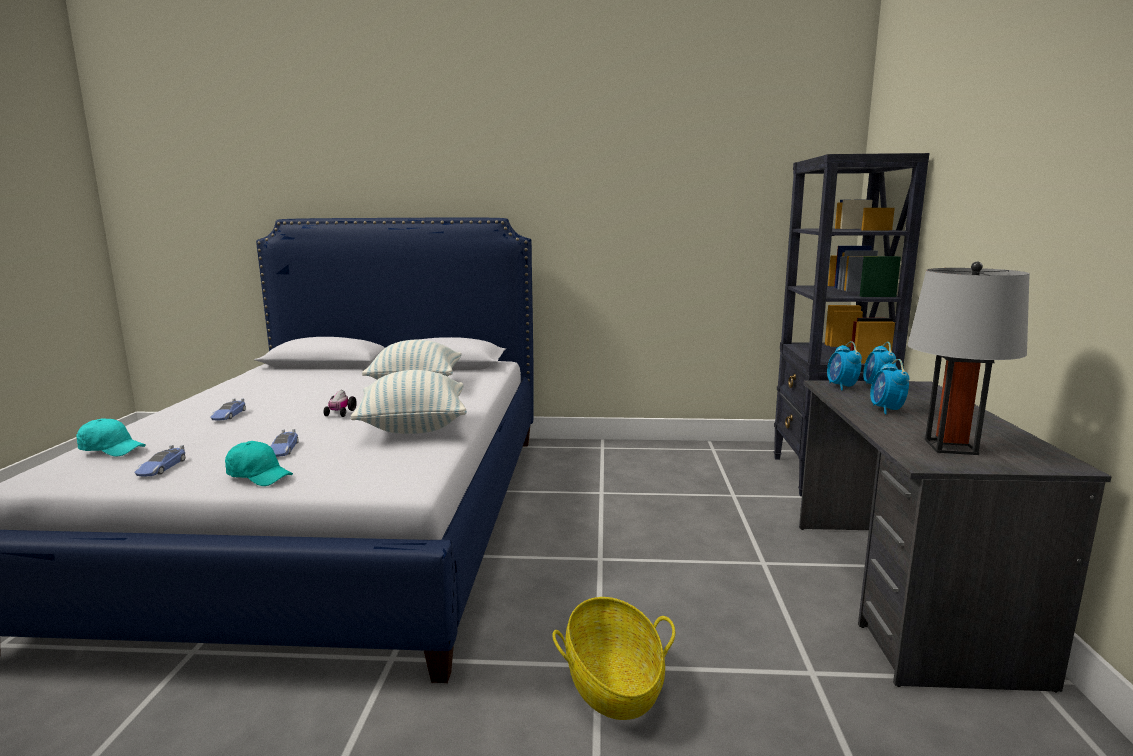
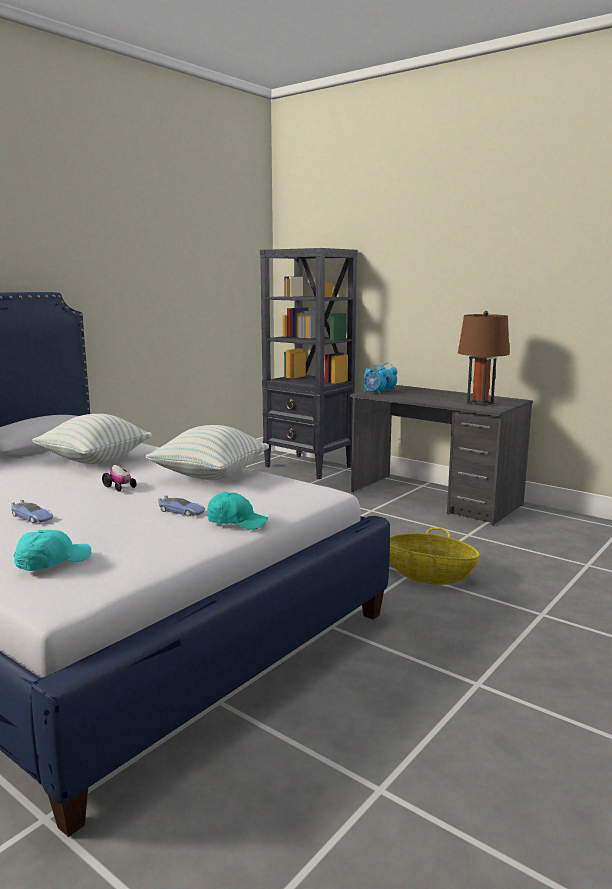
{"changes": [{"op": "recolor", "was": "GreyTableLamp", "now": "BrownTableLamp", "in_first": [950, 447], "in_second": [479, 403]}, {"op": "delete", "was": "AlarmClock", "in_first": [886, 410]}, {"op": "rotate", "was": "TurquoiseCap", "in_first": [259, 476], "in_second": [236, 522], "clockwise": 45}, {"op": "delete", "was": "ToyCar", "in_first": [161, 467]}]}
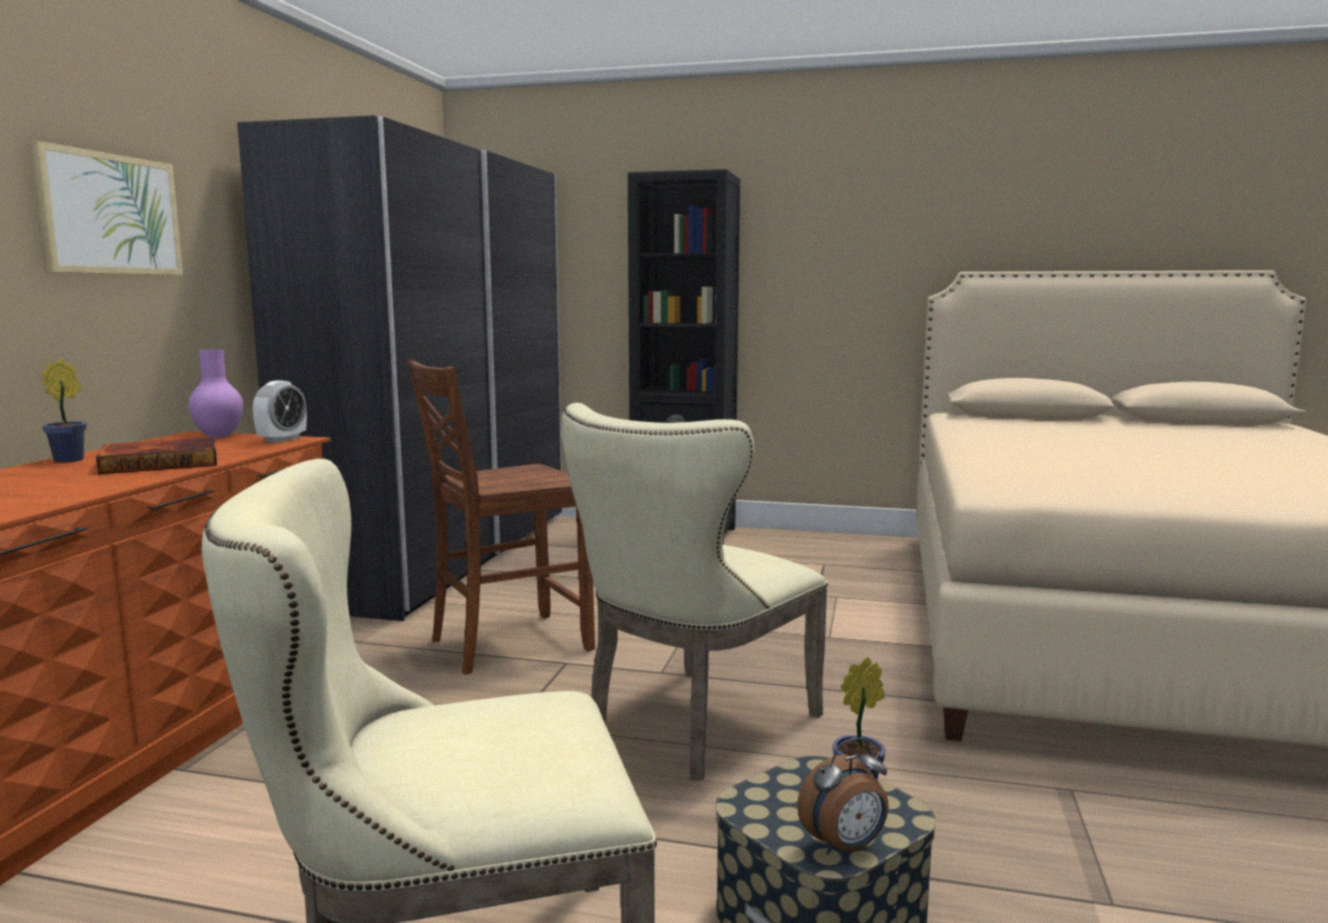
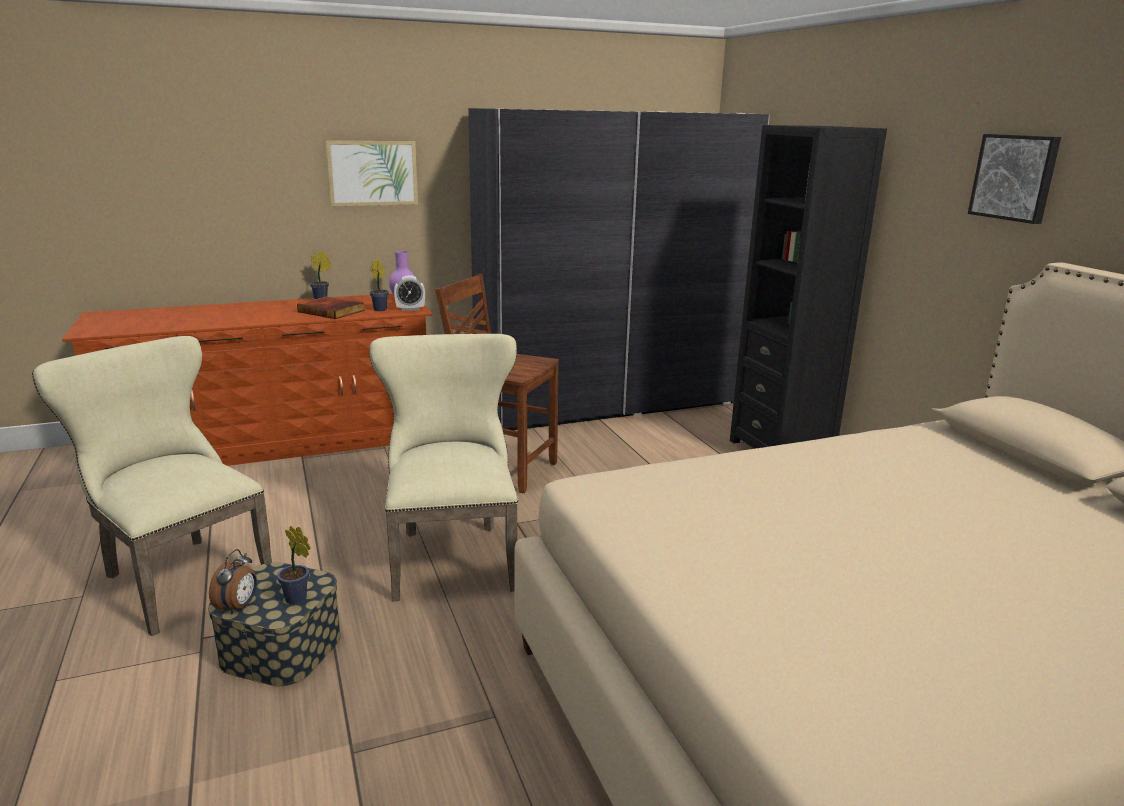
{"changes": [{"op": "rotate", "was": "BeigeChair", "in_first": [692, 728], "in_second": [451, 555], "clockwise": 75}, {"op": "rotate", "was": "AlarmClock", "in_first": [845, 846], "in_second": [238, 607], "clockwise": -105}, {"op": "insert", "now": "Picture", "in_second": [1015, 177]}, {"op": "insert", "now": "PottedPlant", "in_second": [381, 309]}]}
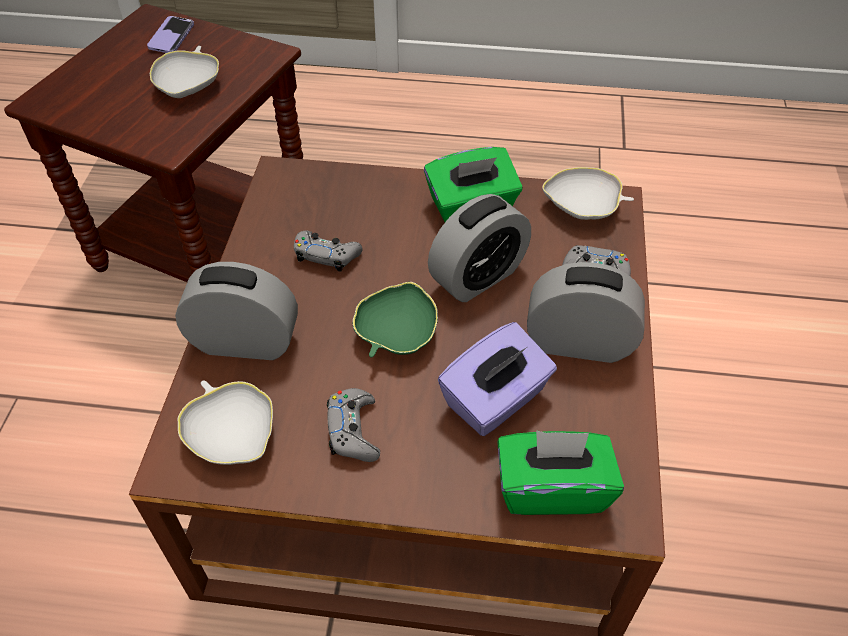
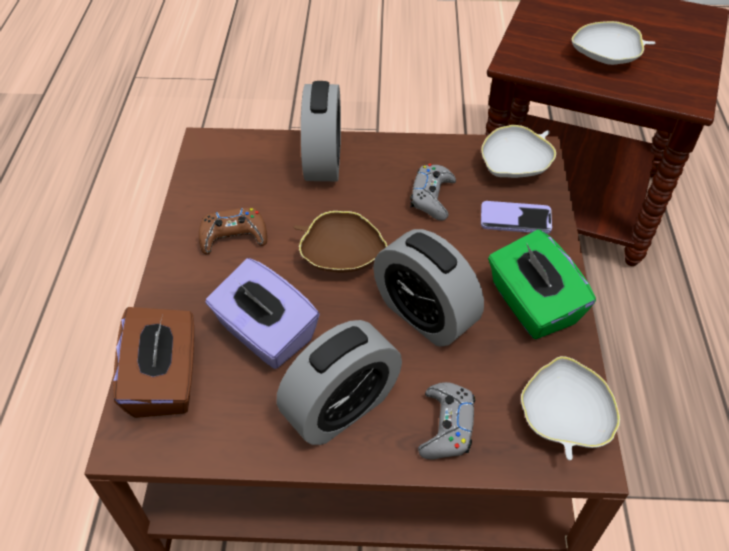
{"changes": [{"op": "move", "was": "Phone", "in_first": [171, 36], "in_second": [515, 219]}, {"op": "rotate", "was": "AlarmClock", "in_first": [579, 343], "in_second": [341, 407], "clockwise": 45}, {"op": "recolor", "was": "GreenBowl", "now": "BrownBowl", "in_first": [396, 334], "in_second": [340, 255]}, {"op": "move", "was": "WhiteBowl", "in_first": [232, 435], "in_second": [515, 166]}, {"op": "recolor", "was": "GreyGameController", "now": "BrownGameController", "in_first": [353, 431], "in_second": [233, 237]}, {"op": "recolor", "was": "GreenTissueBox", "now": "BrownTissueBox", "in_first": [552, 488], "in_second": [165, 380]}]}
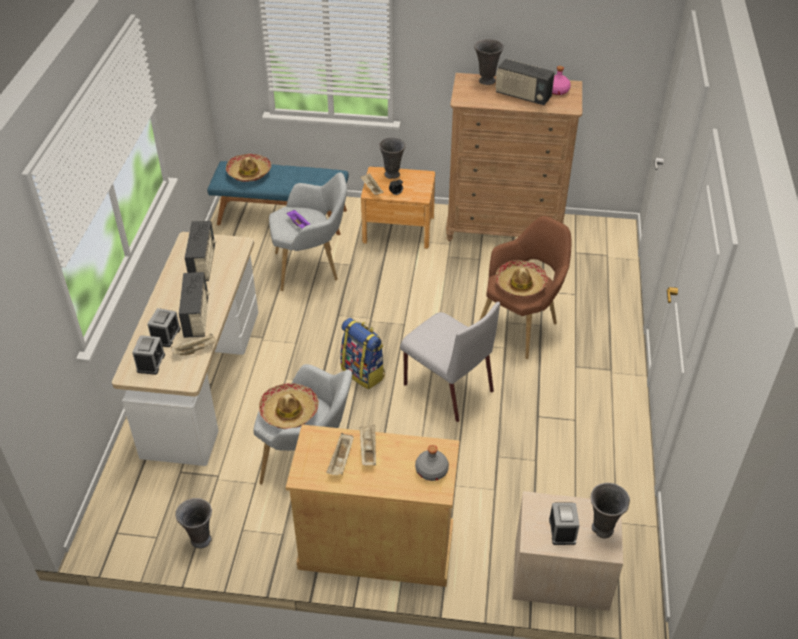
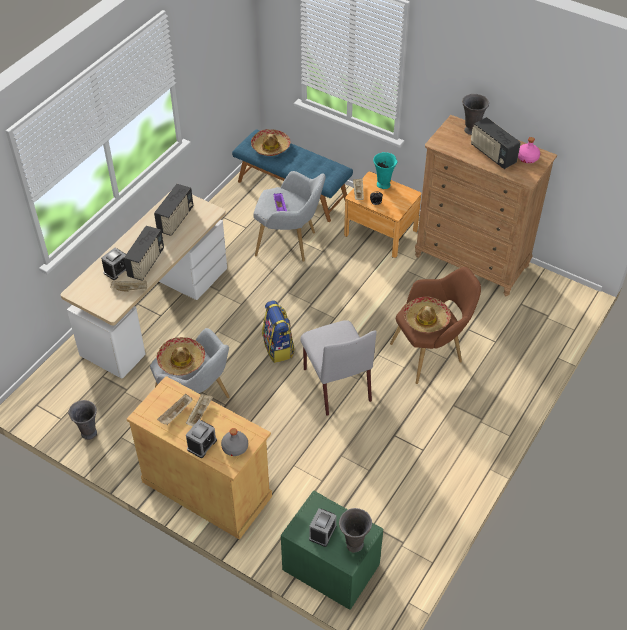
{"changes": [{"op": "recolor", "was": "GreyVase", "now": "TurquoiseVase", "in_first": [392, 175], "in_second": [383, 185]}, {"op": "move", "was": "AlarmClock", "in_first": [151, 363], "in_second": [202, 445]}, {"op": "recolor", "was": "BeigeNightstand", "now": "GreenNightstand", "in_first": [560, 574], "in_second": [330, 566]}]}
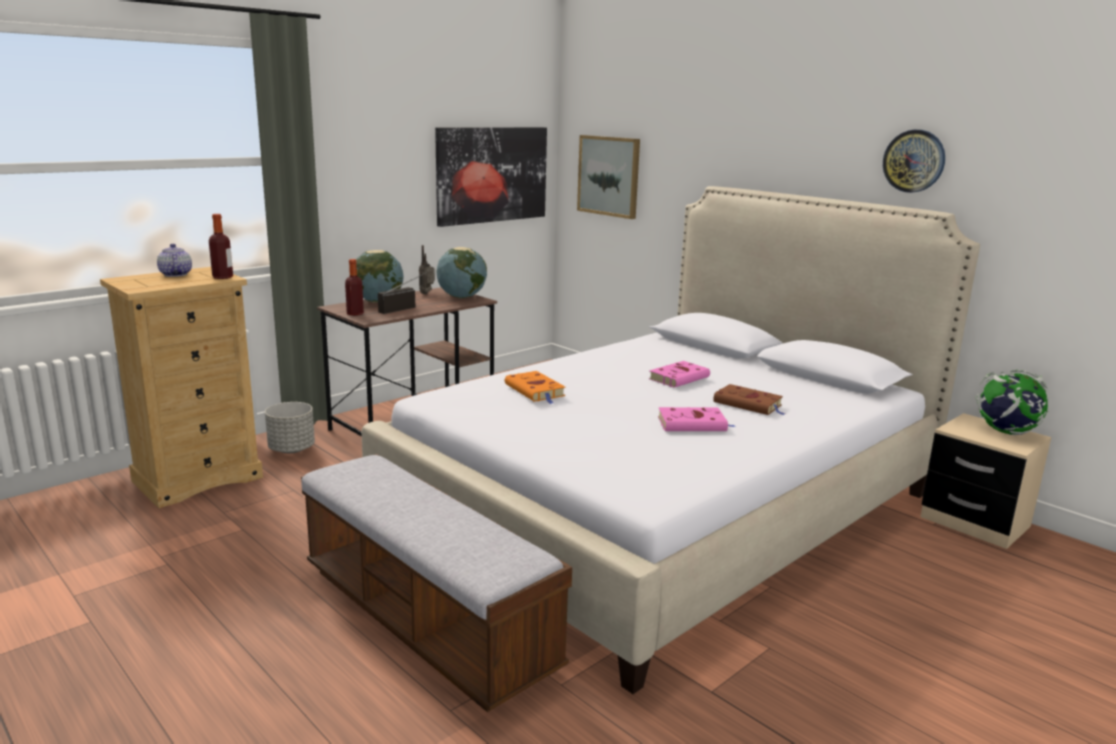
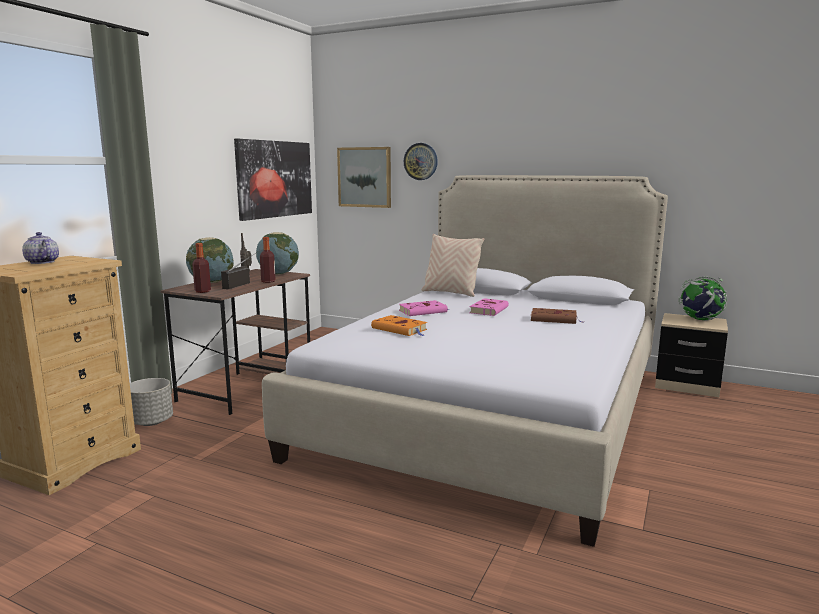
{"changes": [{"op": "move", "was": "WallClock", "in_first": [914, 161], "in_second": [420, 161]}, {"op": "move", "was": "Bottle", "in_first": [222, 277], "in_second": [268, 281]}, {"op": "move", "was": "PinkBook", "in_first": [693, 424], "in_second": [424, 311]}, {"op": "delete", "was": "Bench", "in_first": [426, 619]}, {"op": "insert", "now": "BeigePillow", "in_second": [450, 293]}]}
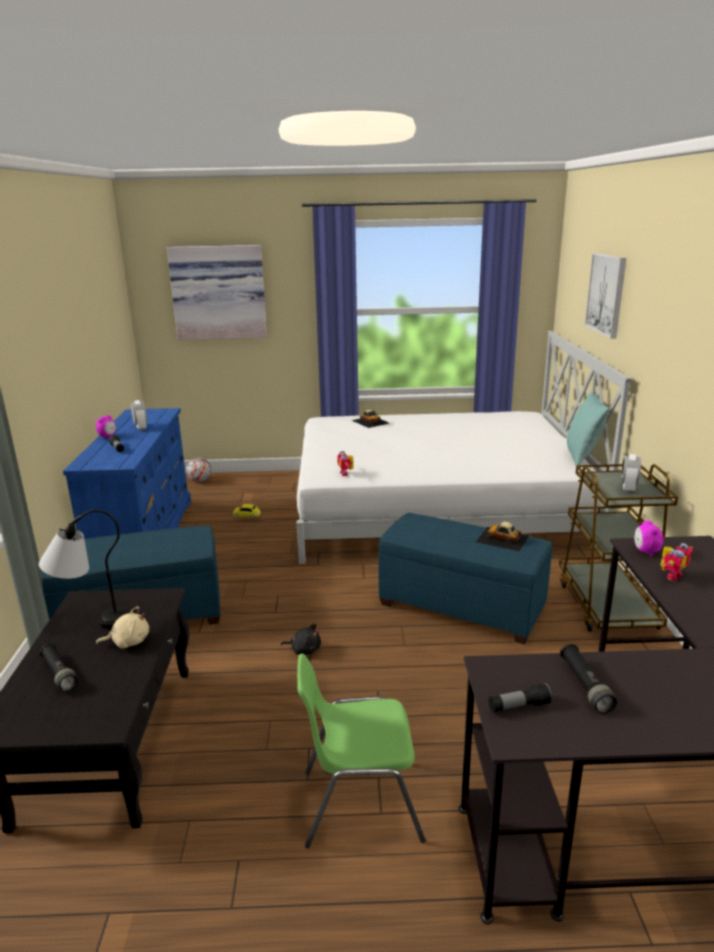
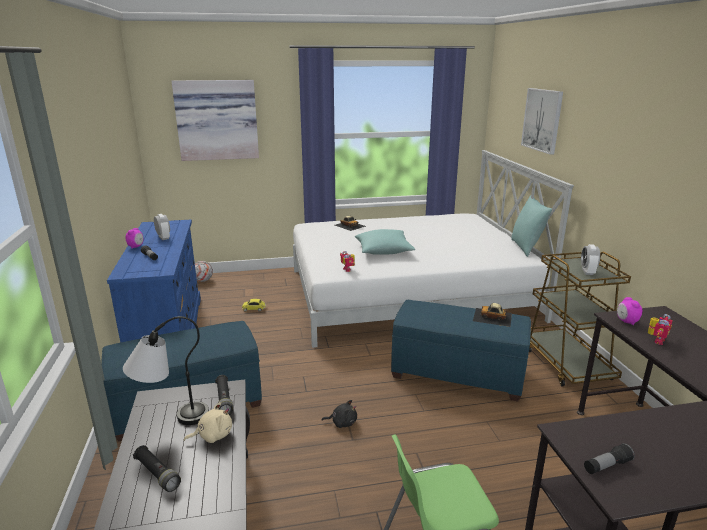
{"changes": [{"op": "move", "was": "BlackFlashlight", "in_first": [585, 685], "in_second": [224, 400]}, {"op": "insert", "now": "TurquoisePillow", "in_second": [383, 251]}]}
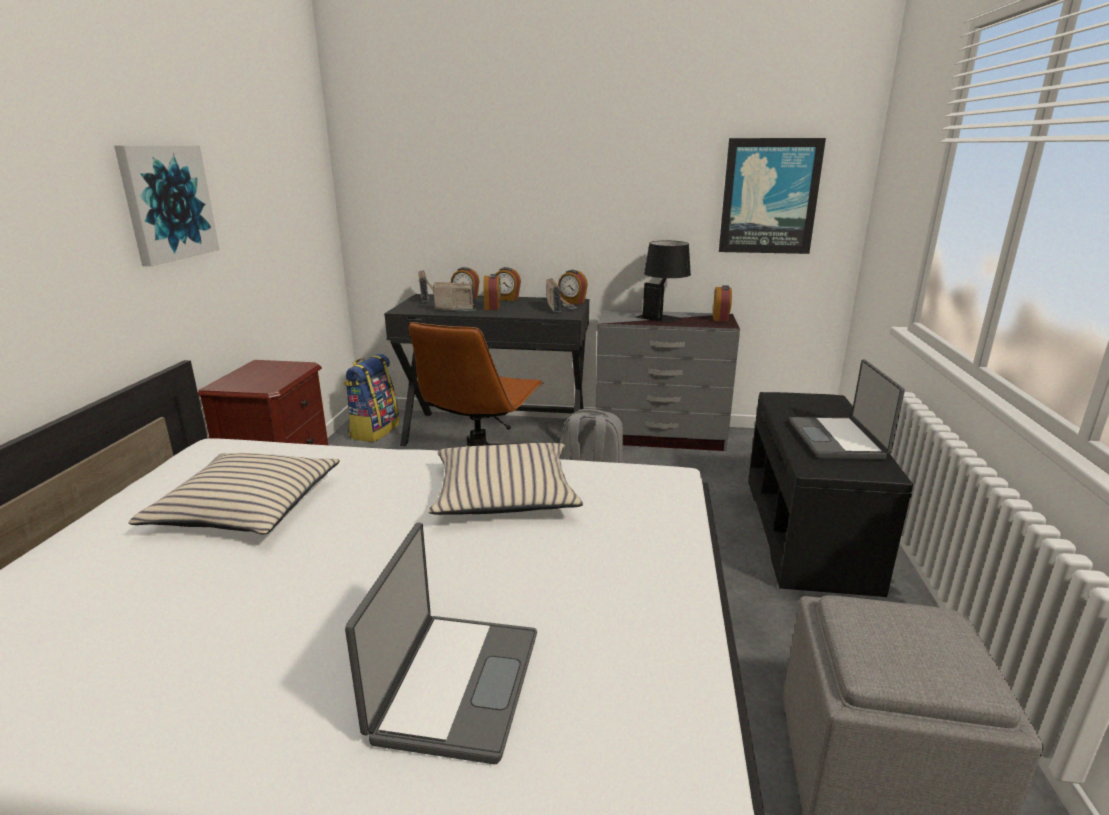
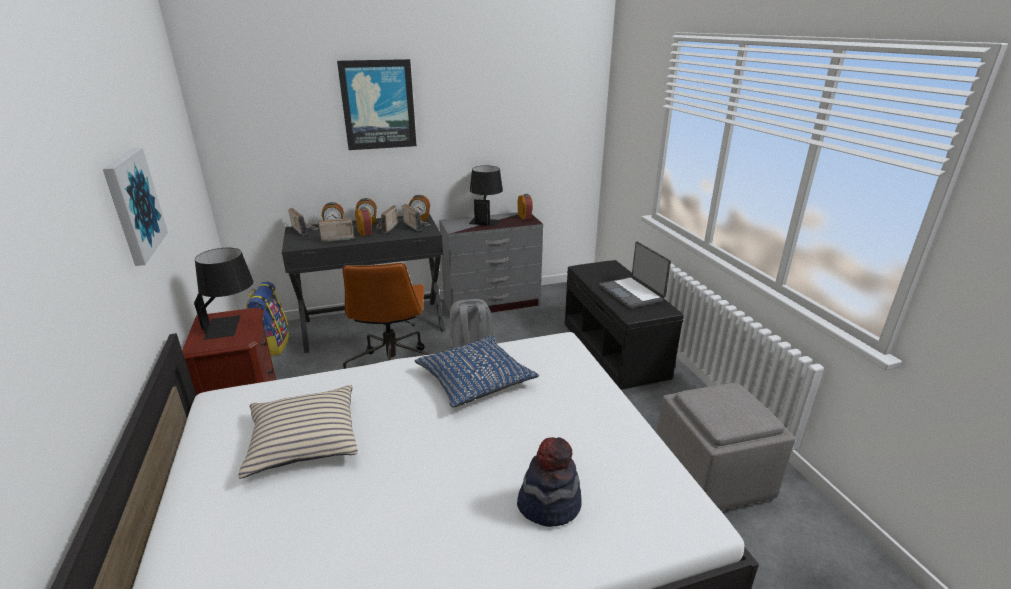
{"changes": [{"op": "move", "was": "Picture", "in_first": [769, 196], "in_second": [378, 105]}, {"op": "recolor", "was": "BeigePillow", "now": "BluePillow", "in_first": [504, 493], "in_second": [475, 379]}, {"op": "replace", "was": "Laptop", "now": "Hat", "in_first": [454, 684], "in_second": [549, 504]}, {"op": "insert", "now": "Radio", "in_second": [385, 228]}, {"op": "insert", "now": "BlackTableLamp", "in_second": [233, 325]}]}
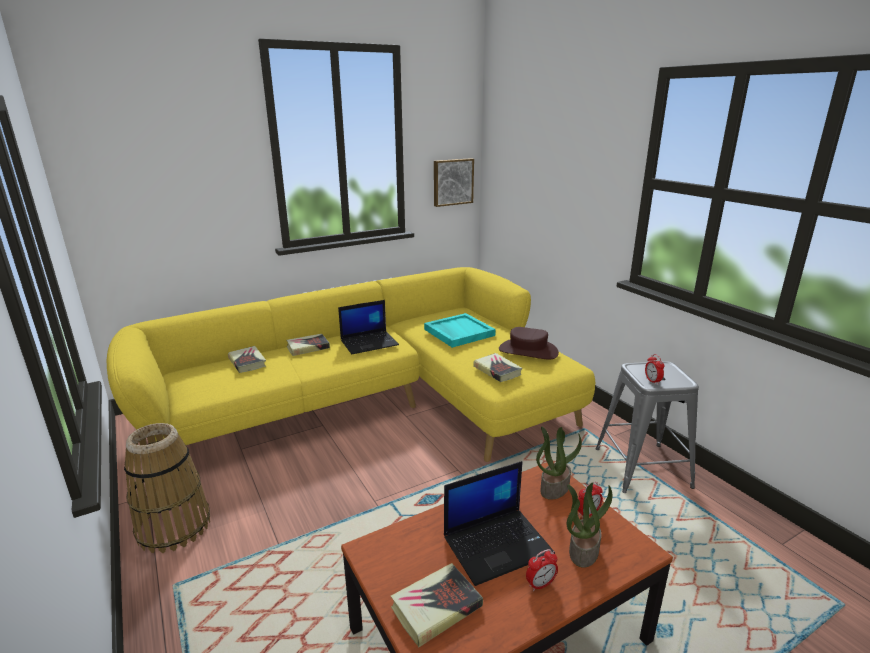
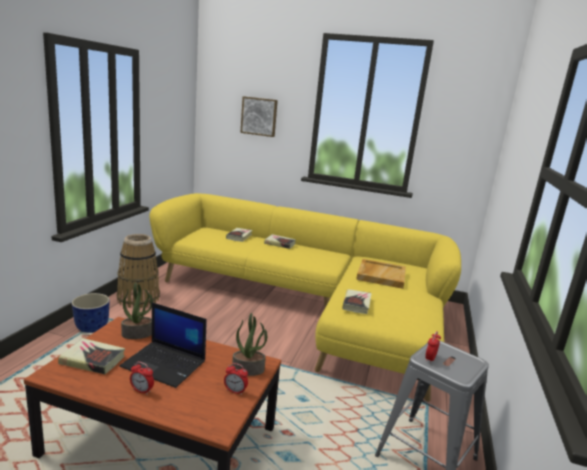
{"changes": [{"op": "move", "was": "Picture", "in_first": [452, 182], "in_second": [259, 116]}, {"op": "delete", "was": "Laptop", "in_first": [369, 342]}, {"op": "recolor", "was": "TurquoiseTray", "now": "BeigeTray", "in_first": [458, 332], "in_second": [380, 275]}, {"op": "delete", "was": "BrownHat", "in_first": [528, 351]}, {"op": "move", "was": "PottedPlant", "in_first": [583, 550], "in_second": [137, 334]}, {"op": "insert", "now": "Planter", "in_second": [91, 328]}]}
